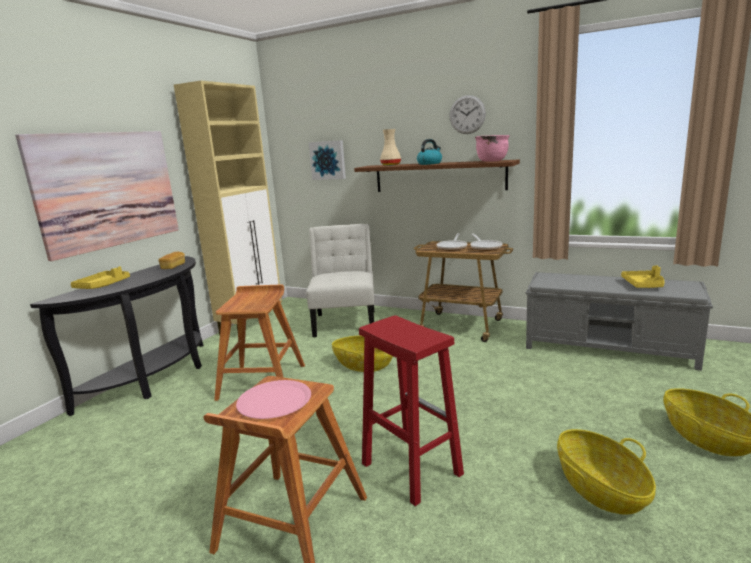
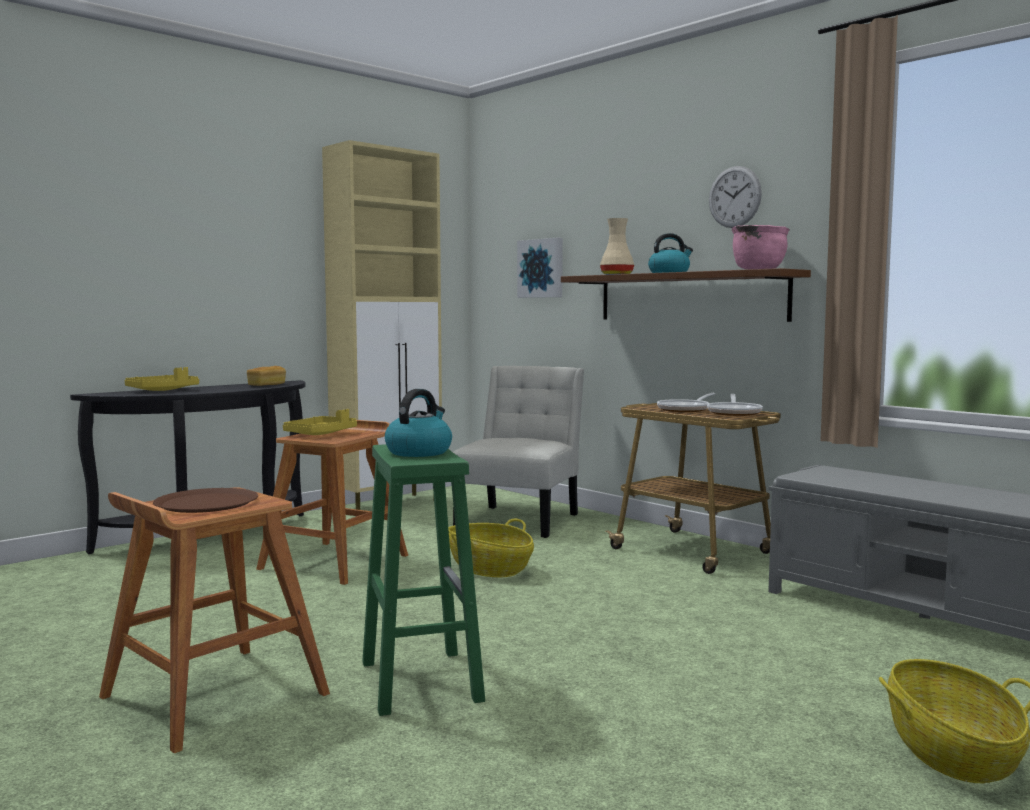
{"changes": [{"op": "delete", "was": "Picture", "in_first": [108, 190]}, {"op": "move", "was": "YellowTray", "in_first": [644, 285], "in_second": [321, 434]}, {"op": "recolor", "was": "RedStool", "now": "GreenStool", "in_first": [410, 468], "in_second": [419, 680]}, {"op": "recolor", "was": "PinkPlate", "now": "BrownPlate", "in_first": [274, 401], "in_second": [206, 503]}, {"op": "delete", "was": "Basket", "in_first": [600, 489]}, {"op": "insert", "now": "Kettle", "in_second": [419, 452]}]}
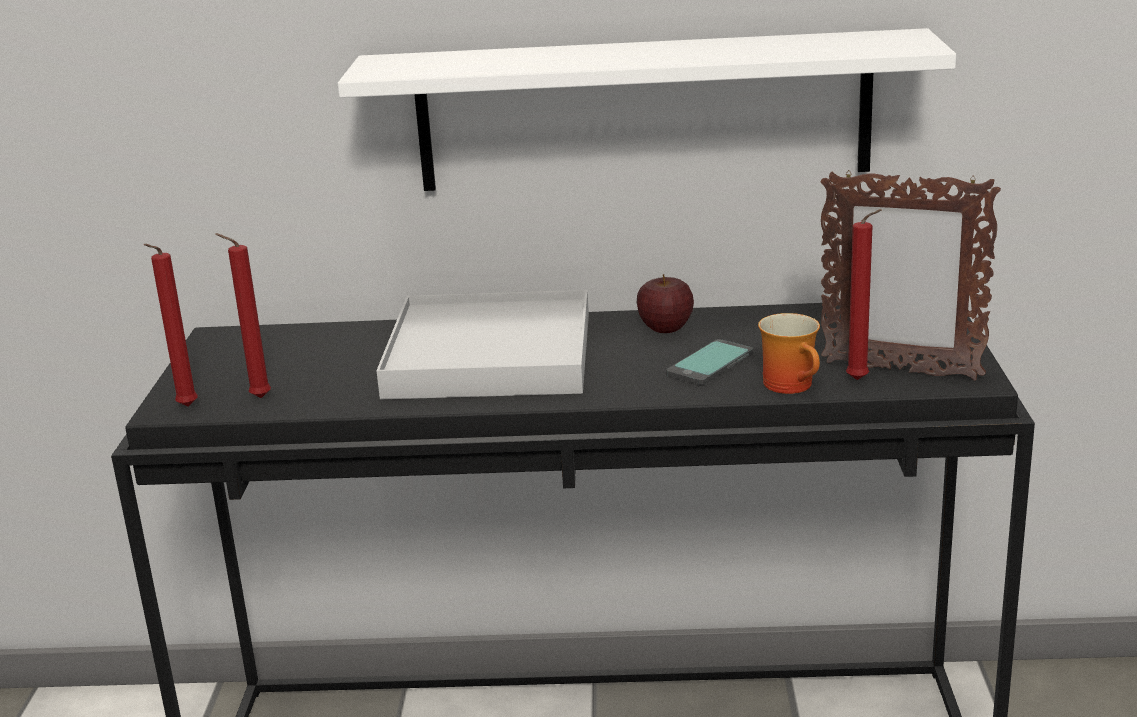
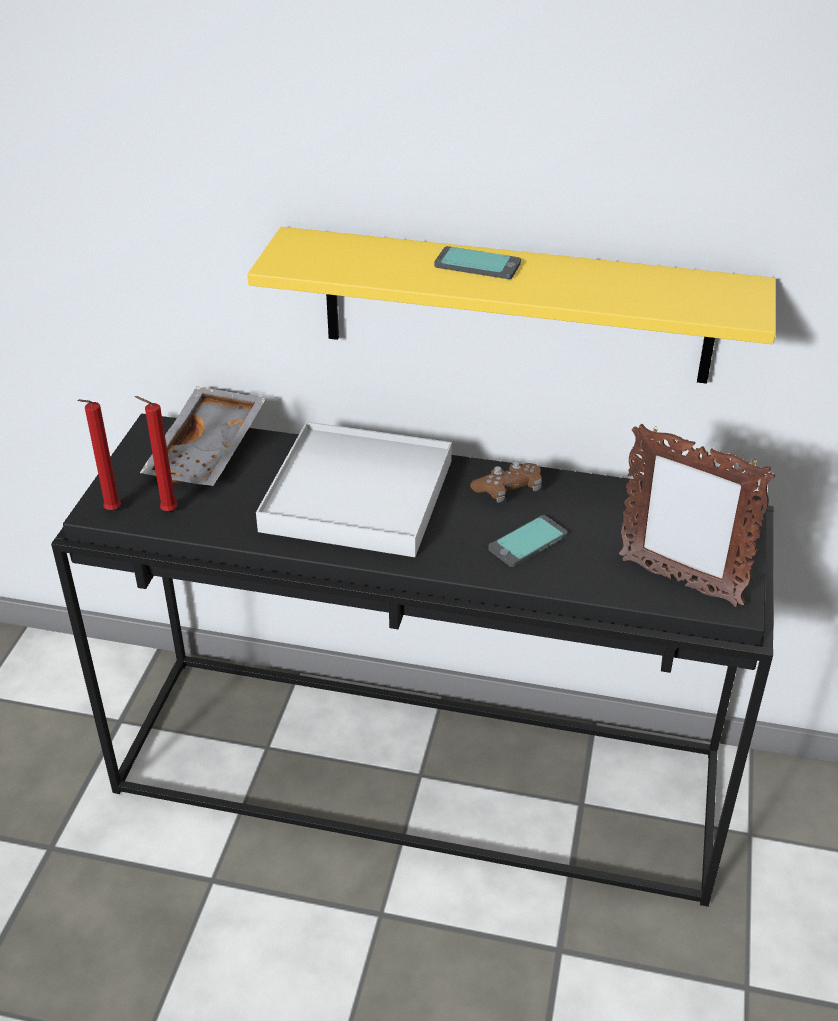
{"changes": [{"op": "recolor", "was": "WhiteShelf", "now": "YellowShelf", "in_first": [643, 112], "in_second": [516, 306]}, {"op": "delete", "was": "RedCandle", "in_first": [860, 381]}, {"op": "replace", "was": "Apple", "now": "BrownGameController", "in_first": [666, 329], "in_second": [508, 490]}, {"op": "delete", "was": "Mug", "in_first": [794, 385]}, {"op": "insert", "now": "Phone", "in_second": [477, 264]}, {"op": "insert", "now": "GreyTray", "in_second": [209, 451]}]}
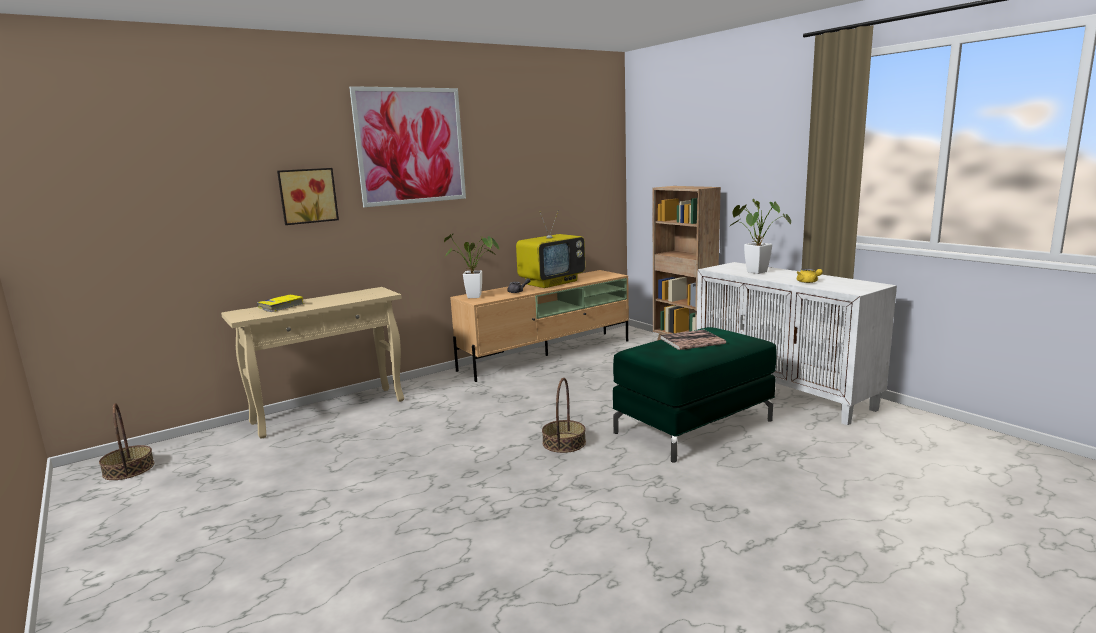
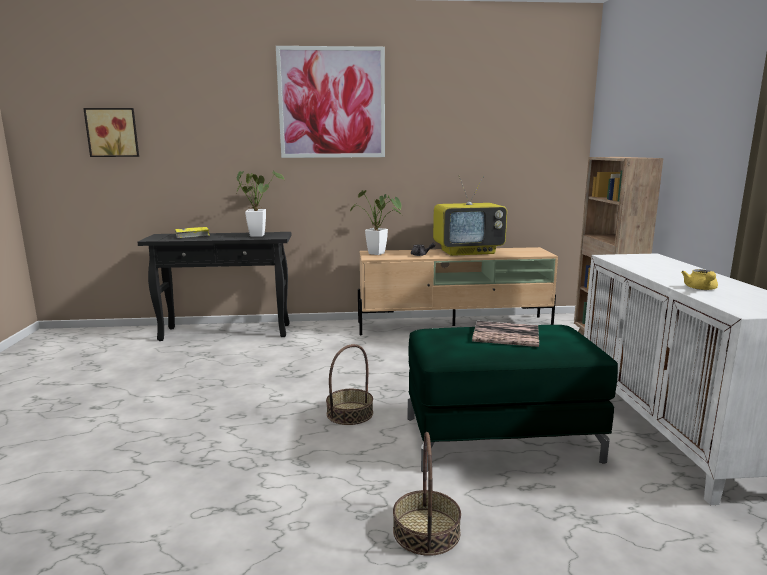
{"changes": [{"op": "move", "was": "Picture", "in_first": [307, 196], "in_second": [113, 132]}, {"op": "move", "was": "PottedPlant", "in_first": [753, 271], "in_second": [258, 235]}, {"op": "recolor", "was": "BeigeConsoleTable", "now": "BlackConsoleTable", "in_first": [330, 411], "in_second": [227, 332]}, {"op": "move", "was": "Basket", "in_first": [129, 469], "in_second": [426, 531]}]}
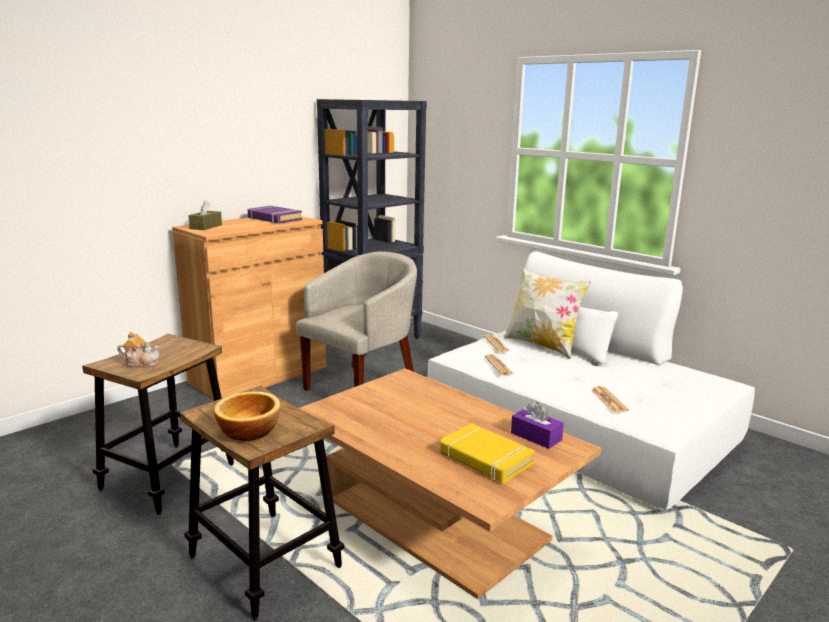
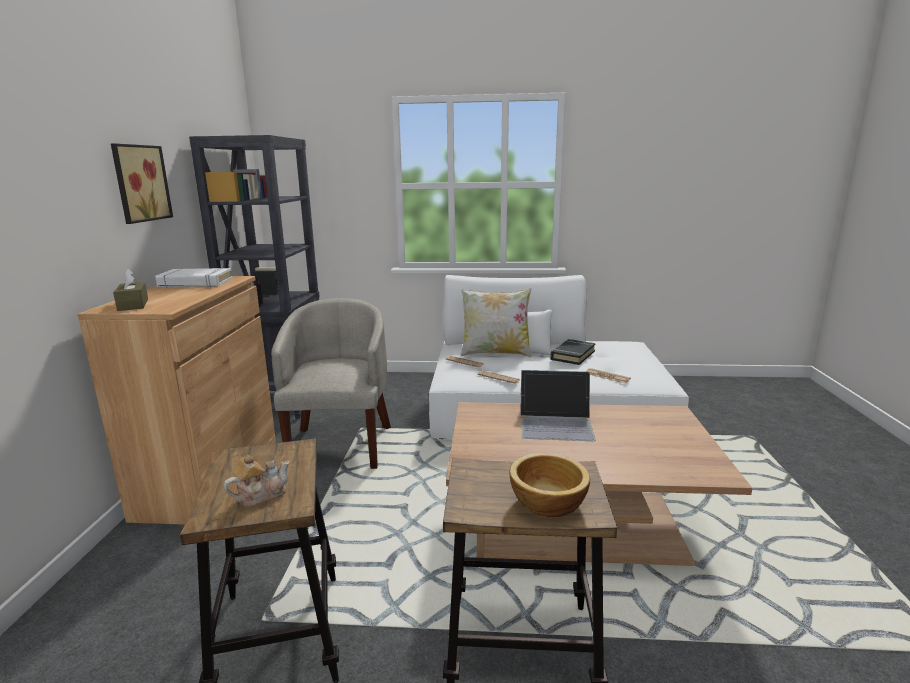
{"changes": [{"op": "recolor", "was": "PurpleBook", "now": "WhiteBook", "in_first": [274, 219], "in_second": [195, 283]}, {"op": "delete", "was": "PurpleTissueBox", "in_first": [536, 436]}, {"op": "delete", "was": "YellowBook", "in_first": [485, 459]}, {"op": "insert", "now": "Picture", "in_second": [139, 183]}, {"op": "insert", "now": "BlackBook", "in_second": [572, 355]}, {"op": "insert", "now": "Laptop", "in_second": [556, 423]}]}
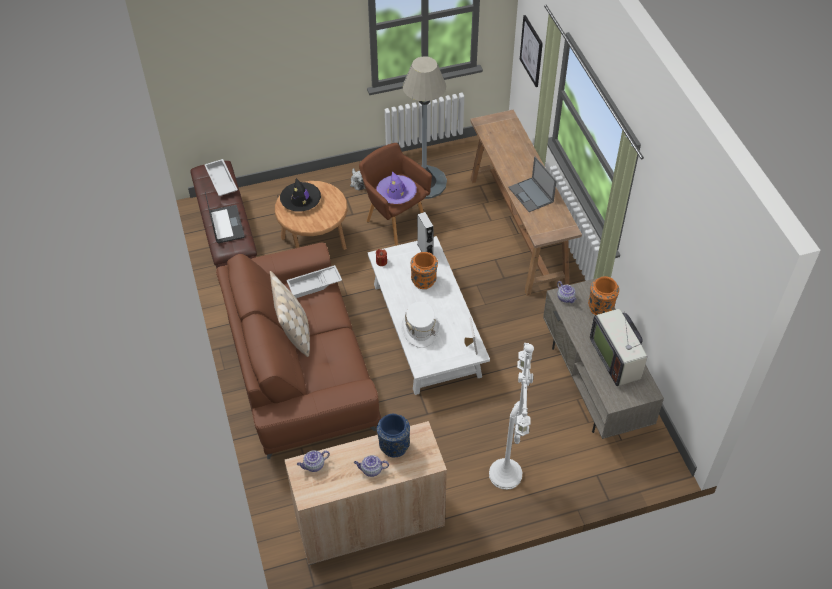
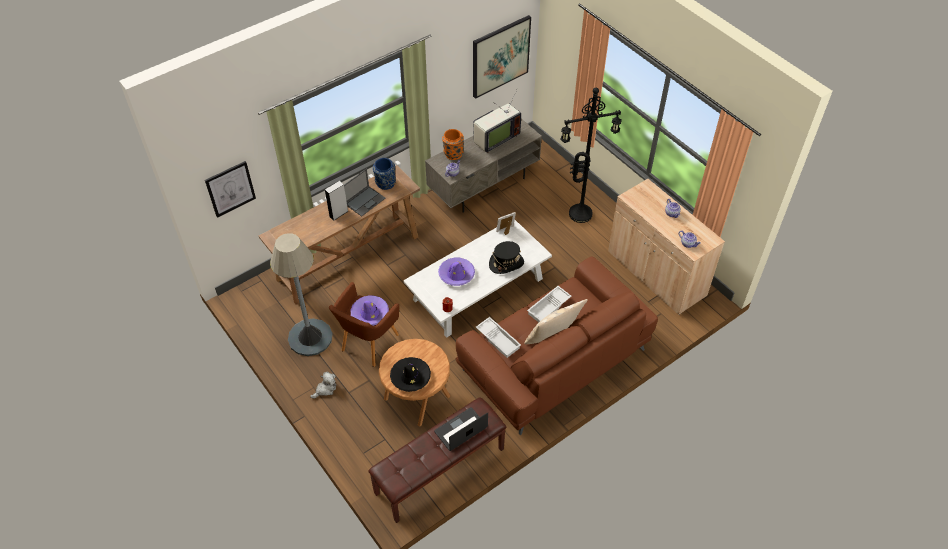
{"changes": [{"op": "move", "was": "WhiteTray", "in_first": [220, 181], "in_second": [549, 307]}, {"op": "move", "was": "GreySpeaker", "in_first": [425, 250], "in_second": [338, 214]}, {"op": "replace", "was": "OrangeVase", "now": "PurpleHat", "in_first": [424, 281], "in_second": [456, 274]}, {"op": "recolor", "was": "WhiteHat", "now": "BlackHat", "in_first": [420, 330], "in_second": [506, 263]}, {"op": "recolor", "was": "WhiteFloorLamp", "now": "BlackFloorLamp", "in_first": [507, 476], "in_second": [581, 212]}, {"op": "move", "was": "BlueVase", "in_first": [393, 446], "in_second": [385, 184]}, {"op": "insert", "now": "Picture", "in_second": [500, 56]}]}
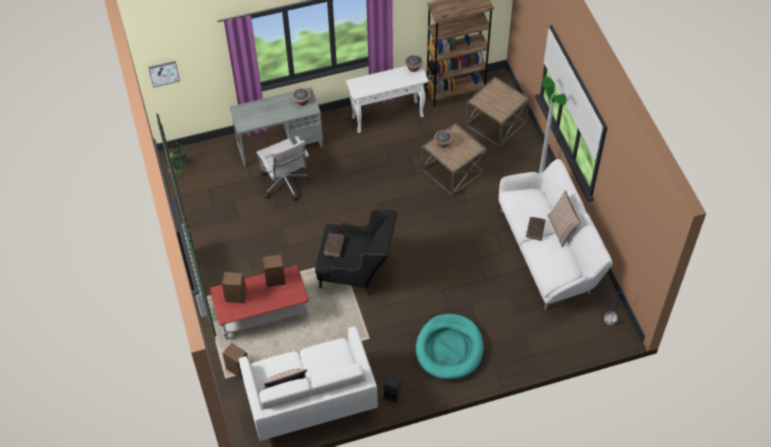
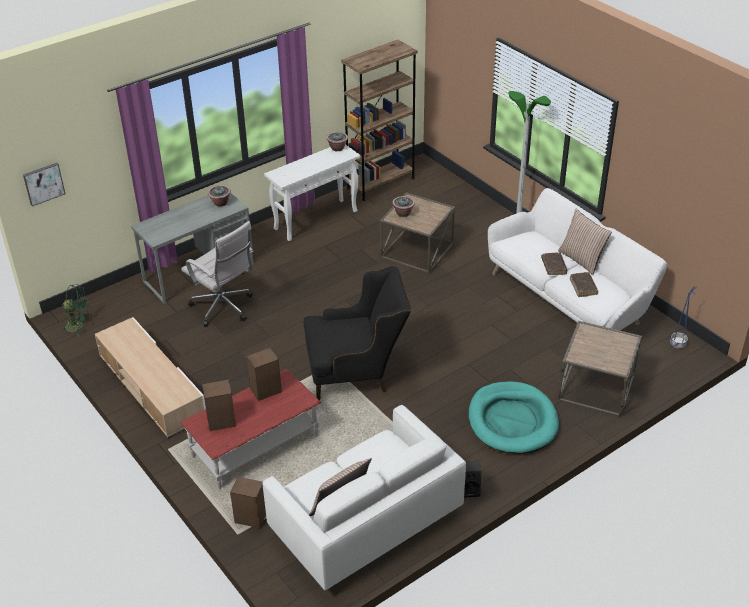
{"changes": [{"op": "move", "was": "BrownSideTable", "in_first": [496, 123], "in_second": [597, 387]}, {"op": "move", "was": "BrownBook", "in_first": [334, 246], "in_second": [583, 287]}, {"op": "insert", "now": "BeigeTvStand", "in_second": [152, 387]}]}
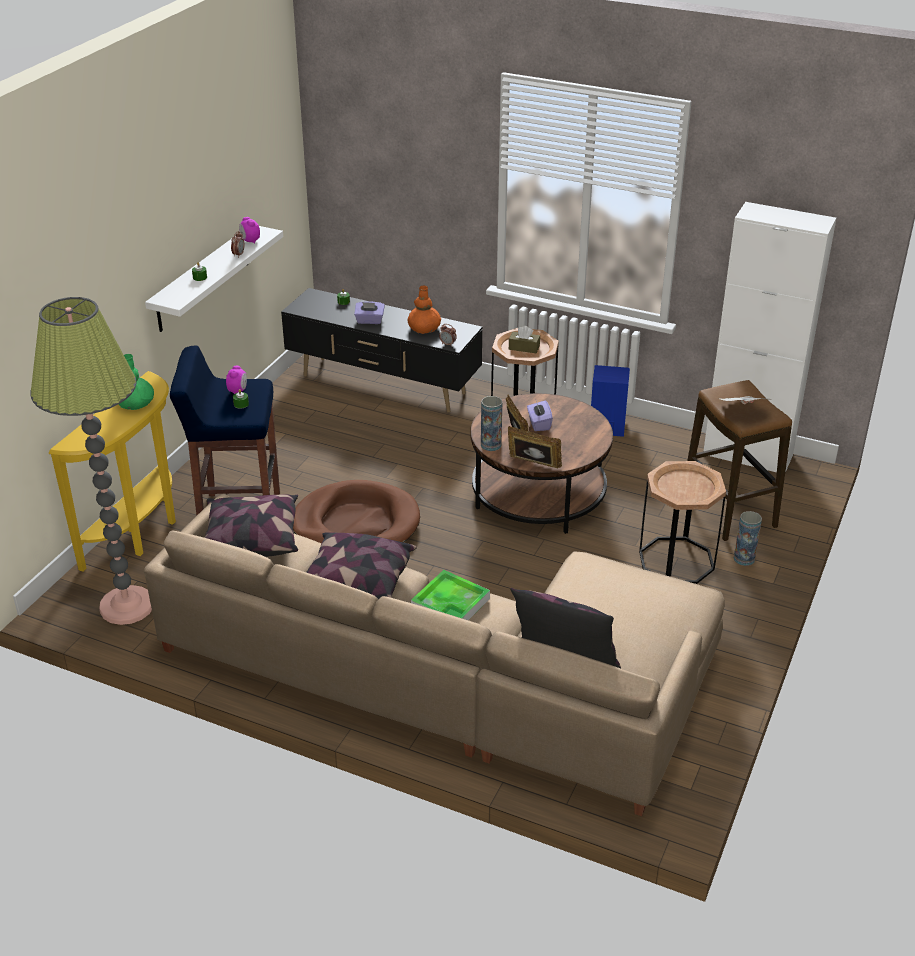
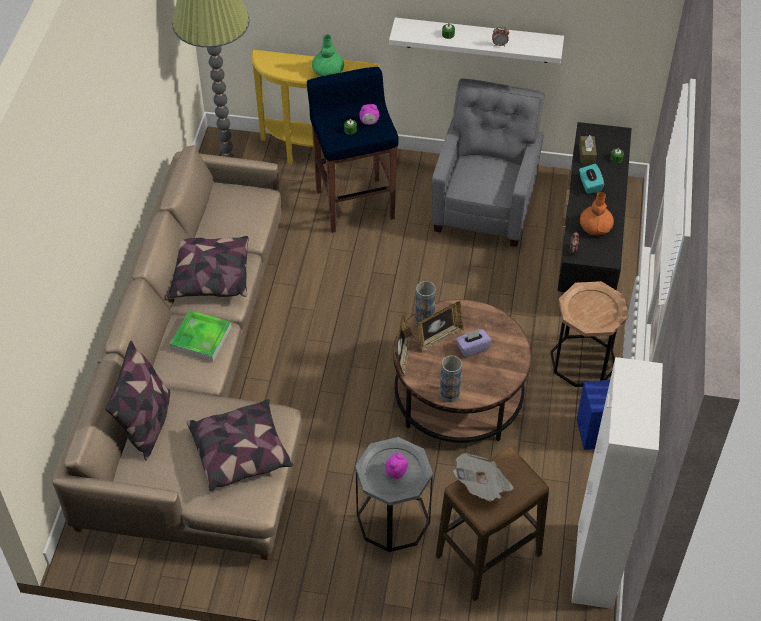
{"changes": [{"op": "move", "was": "AlarmClock", "in_first": [250, 241], "in_second": [396, 472]}, {"op": "recolor", "was": "PurpleTissueBox", "now": "TurquoiseTissueBox", "in_first": [369, 321], "in_second": [589, 185]}, {"op": "move", "was": "BrownTissueBox", "in_first": [524, 348], "in_second": [587, 154]}, {"op": "recolor", "was": "BrownSideTable", "now": "GreySideTable", "in_first": [676, 560], "in_second": [393, 519]}, {"op": "delete", "was": "BrownDogBed", "in_first": [356, 524]}, {"op": "move", "was": "Pillow", "in_first": [251, 538], "in_second": [241, 452]}, {"op": "move", "was": "Vase", "in_first": [744, 559], "in_second": [449, 394]}, {"op": "insert", "now": "GreyArmchair", "in_second": [485, 206]}]}
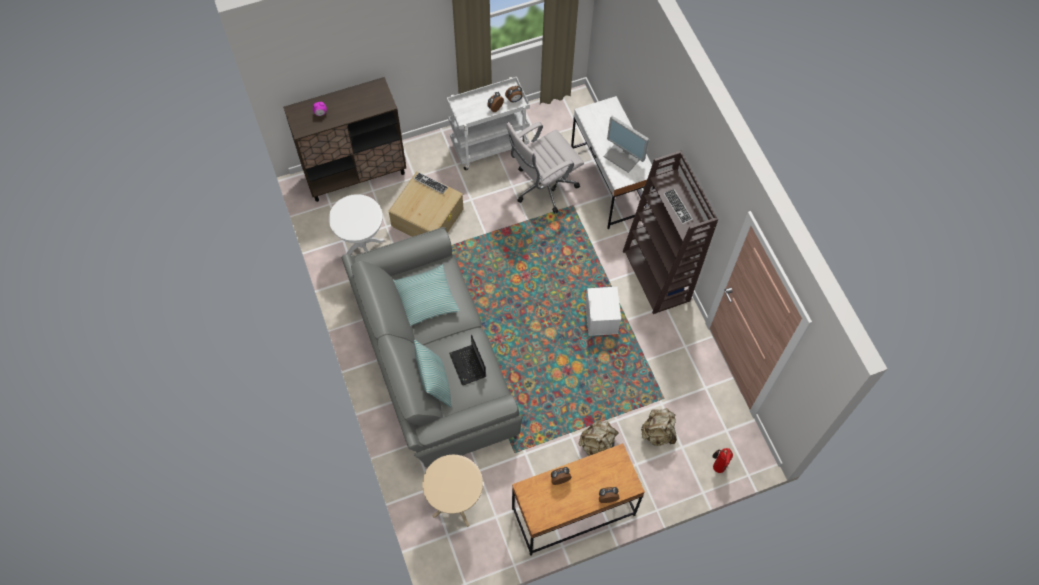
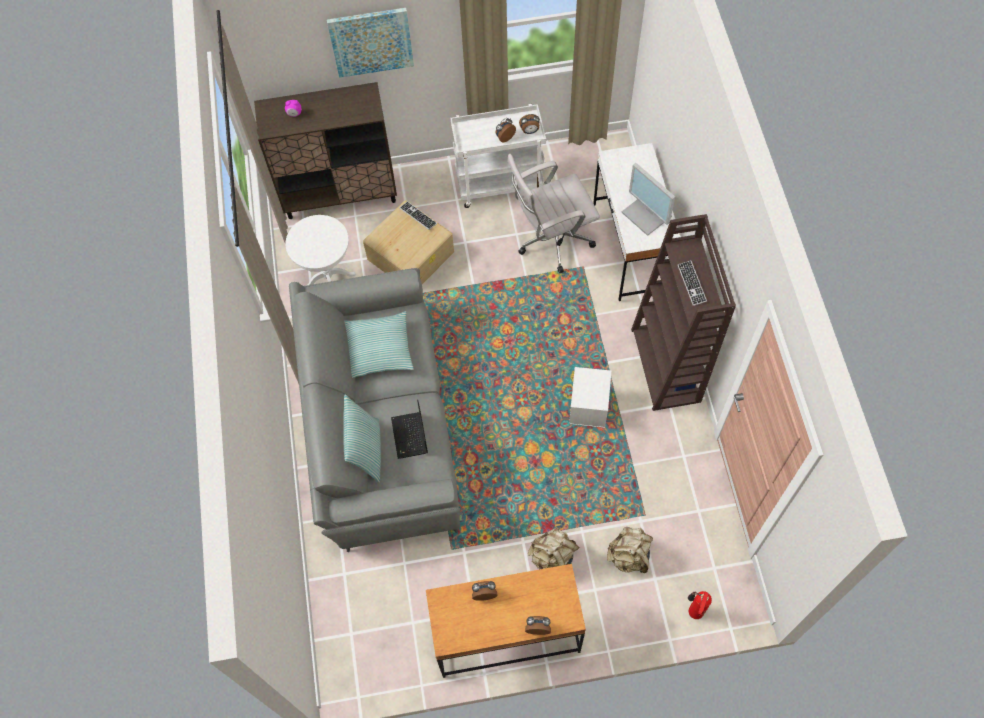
{"changes": [{"op": "delete", "was": "BeigeSideTable", "in_first": [455, 504]}, {"op": "insert", "now": "Picture", "in_second": [371, 41]}]}
